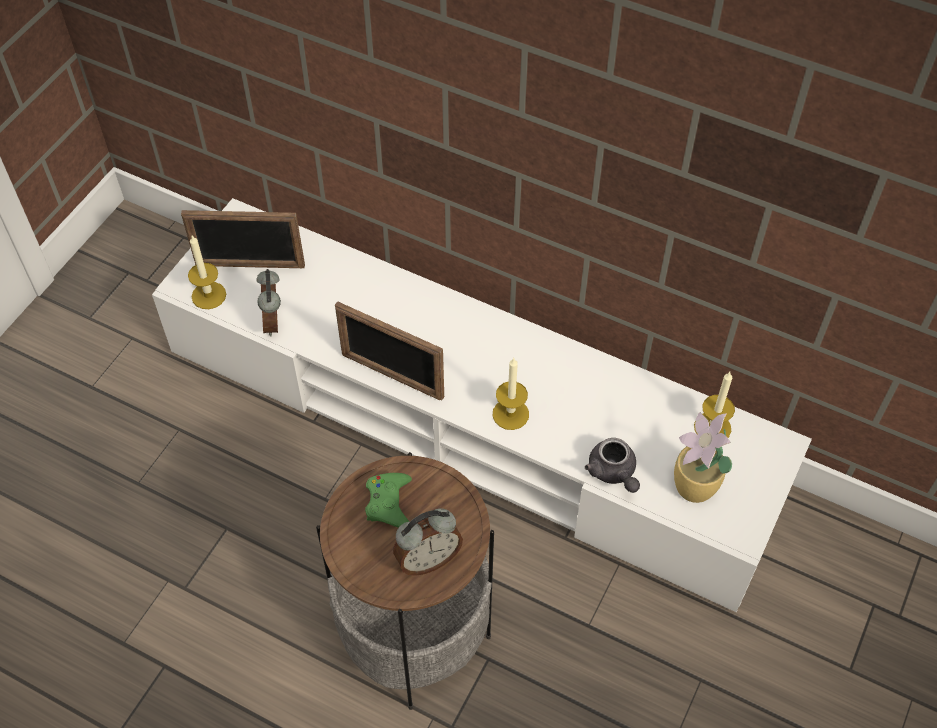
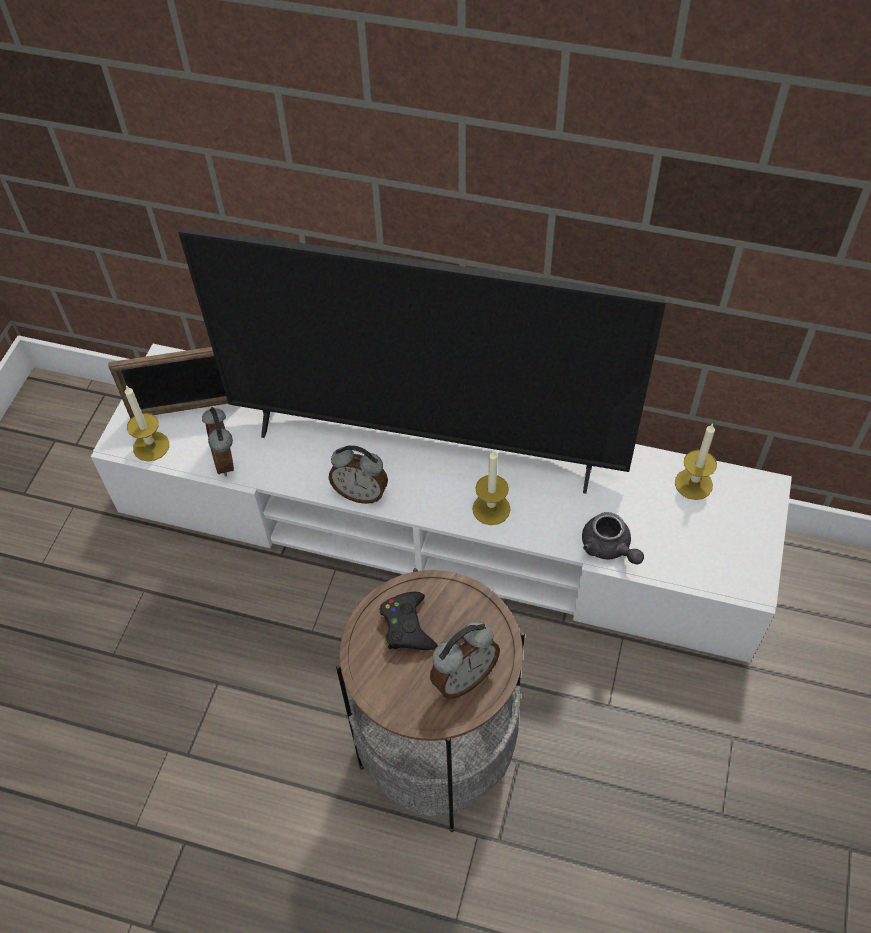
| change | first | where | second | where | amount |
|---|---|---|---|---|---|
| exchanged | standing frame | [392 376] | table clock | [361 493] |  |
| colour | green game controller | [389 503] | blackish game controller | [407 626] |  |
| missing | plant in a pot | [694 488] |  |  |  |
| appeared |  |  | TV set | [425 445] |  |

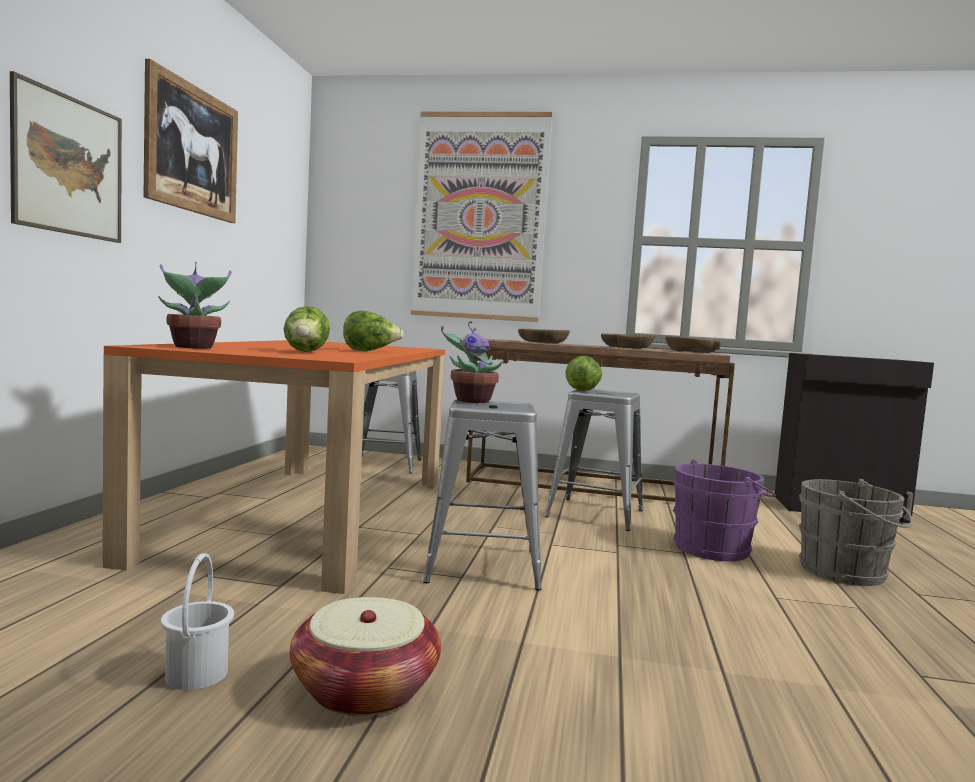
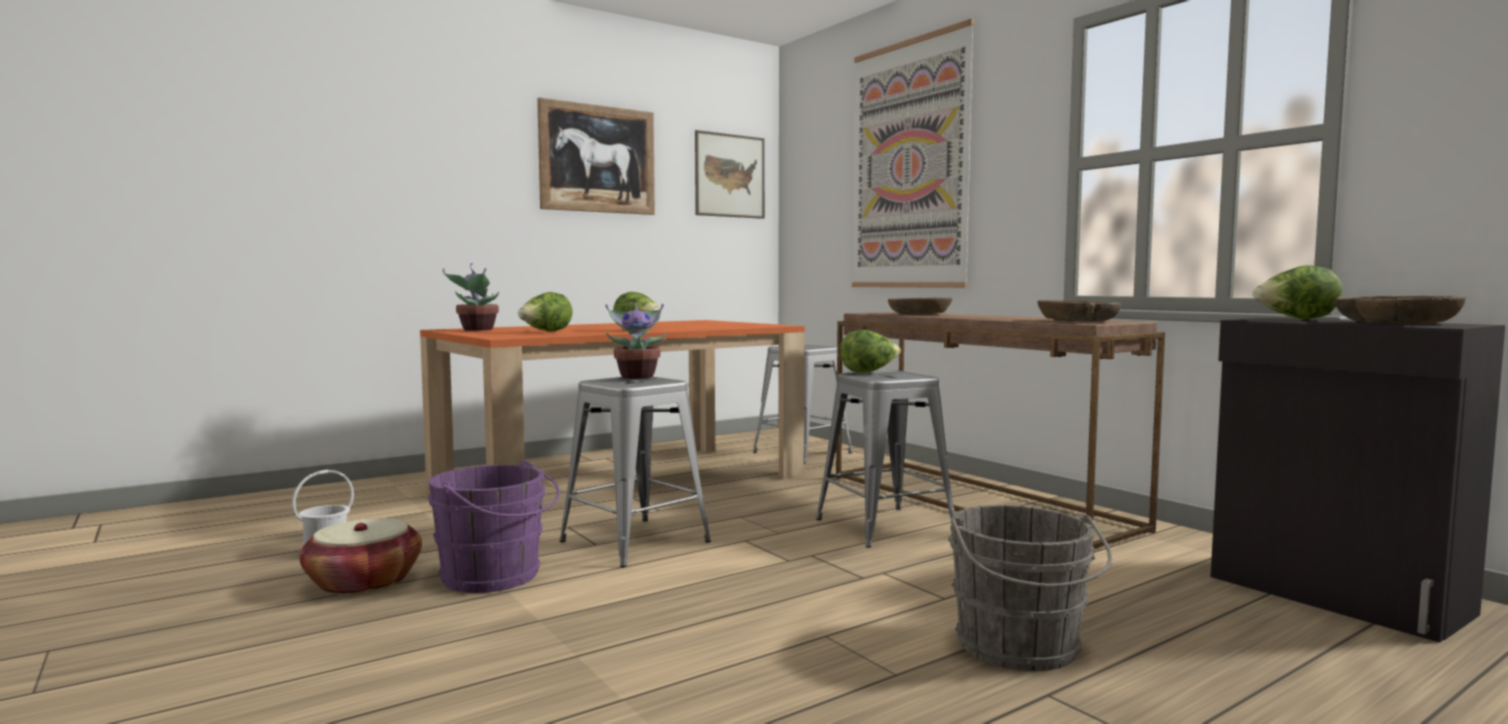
| change | first | where | second | where | amount |
|---|---|---|---|---|---|
| relocated | wall art | [69 166] |  | [730 176] |  |
| relocated | brown-coloured deep dish | [626 348] |  | [1395 323] |  |
| relocated | purplish bucket | [715 548] |  | [495 577] |  |
| appeared |  |  | head of lettuce | [1296 319] |  |

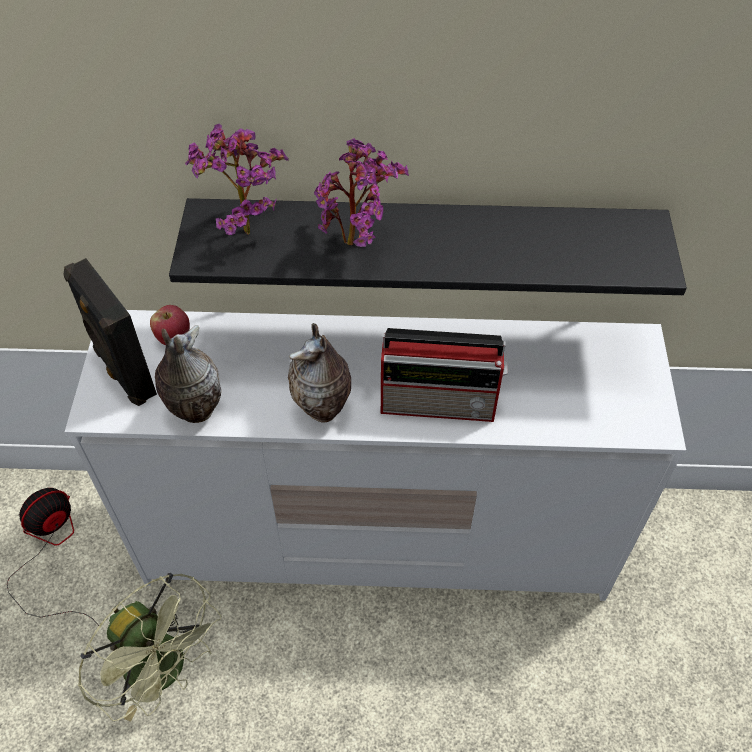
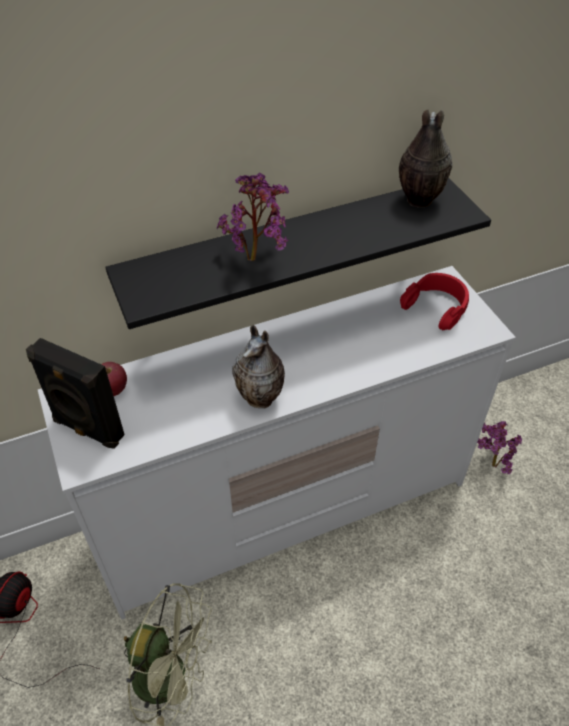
| change | first | where | second | where | amount |
|---|---|---|---|---|---|
| relocated | flower vase | [194 410] |  | [418 201] |  |
| relocated | plant in a pot | [242 227] |  | [489 464] |  |
| missing | radio set | [440 402] |  |  |  |
| appeared |  |  | red-coloured pair of headphones | [436 307] |  |

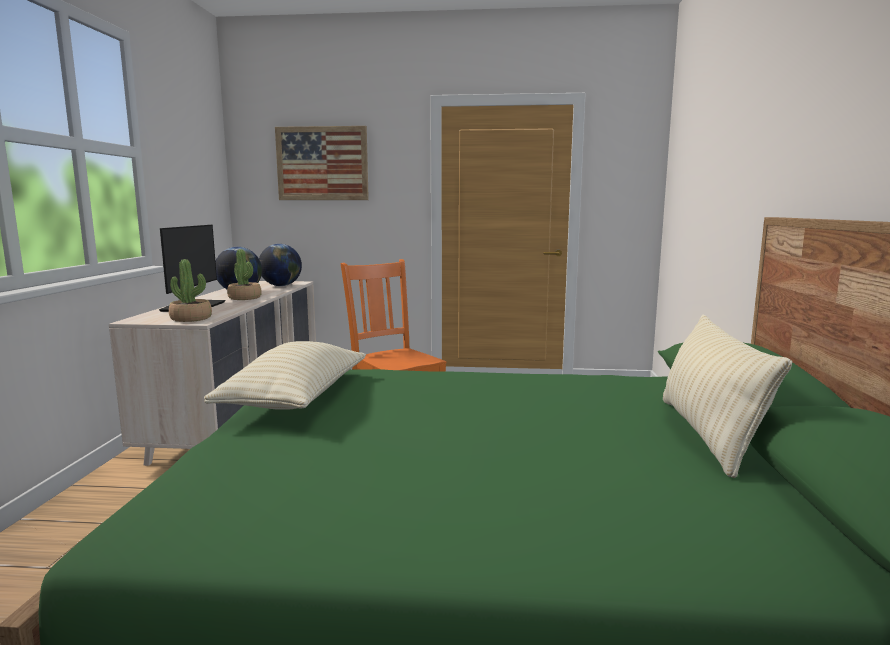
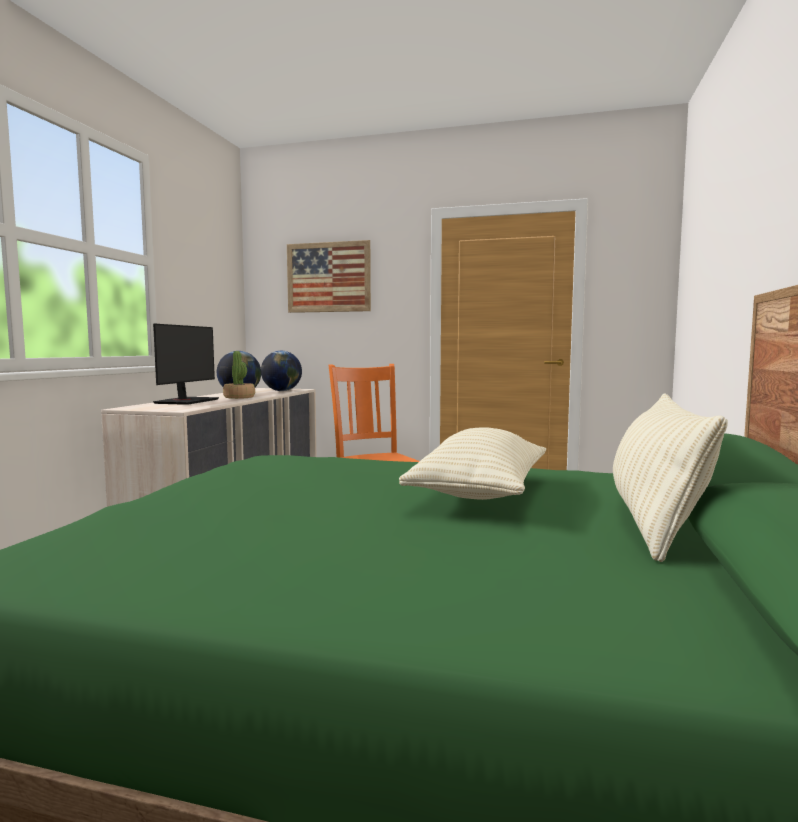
| change | first | where | second | where | amount |
|---|---|---|---|---|---|
| missing | plant in a pot | [191 318] |  |  |  |
| relocated | beige throw pillow | [296 399] |  | [481 492] |  |

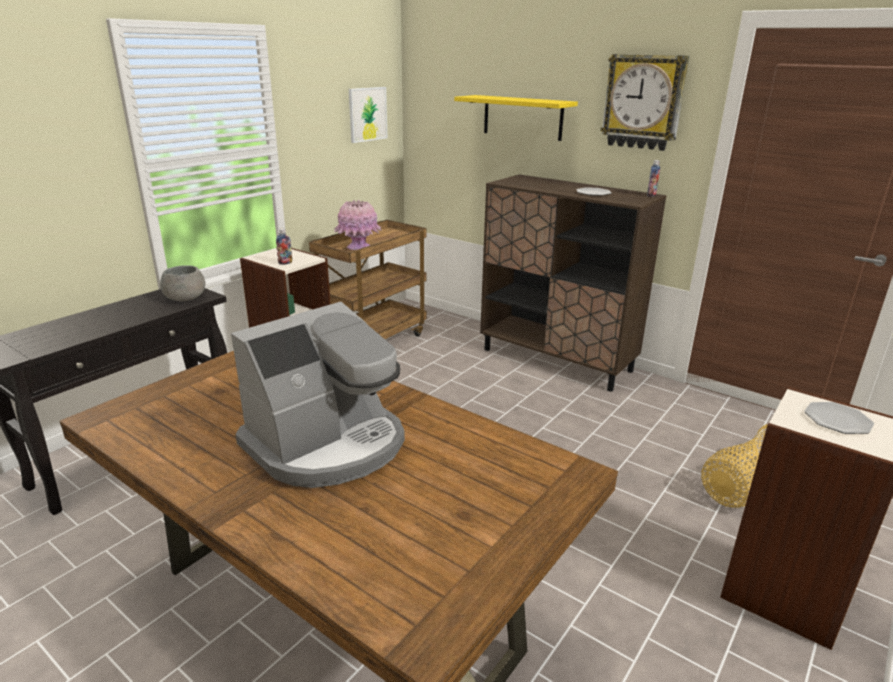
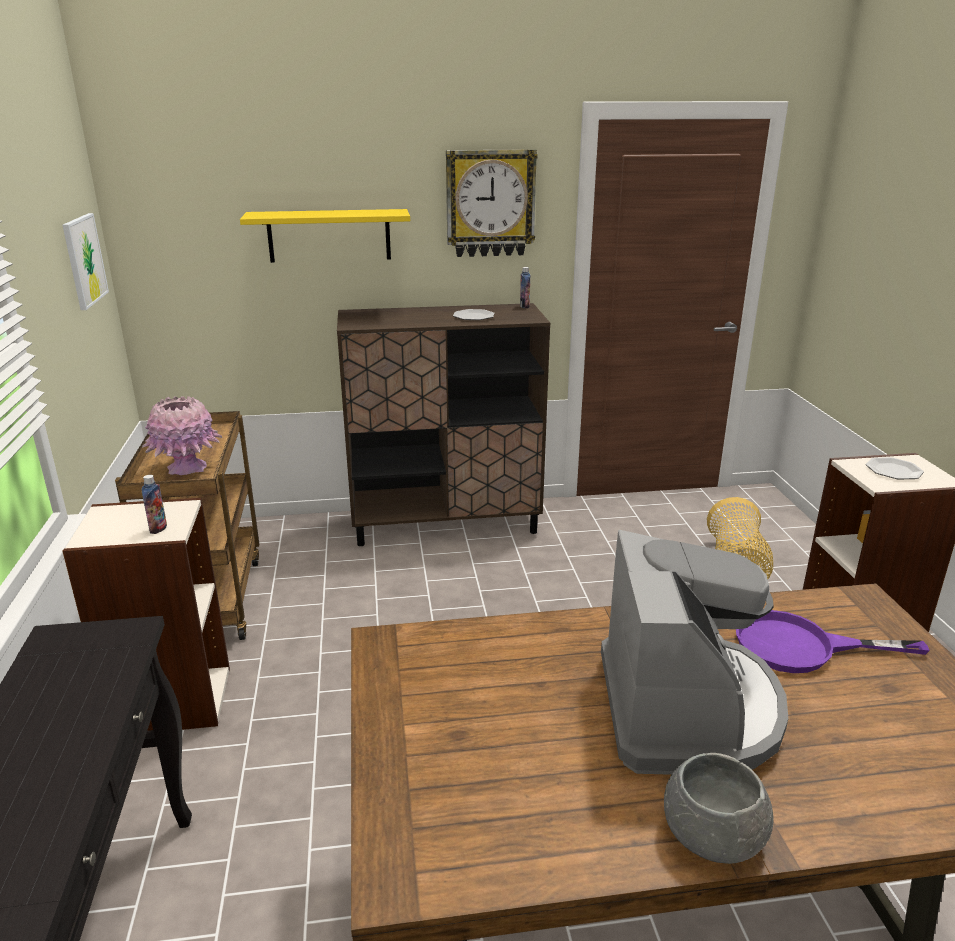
| change | first | where | second | where | amount |
|---|---|---|---|---|---|
| relocated | greyish deep dish | [185 297] |  | [713 835] |  |
| appeared |  |  | purplish skillet | [802 647] |  |

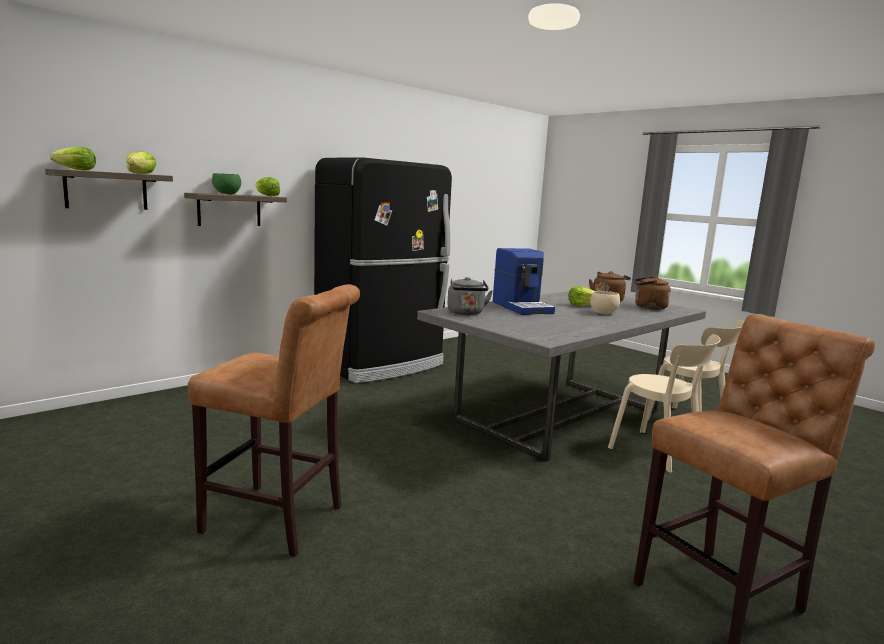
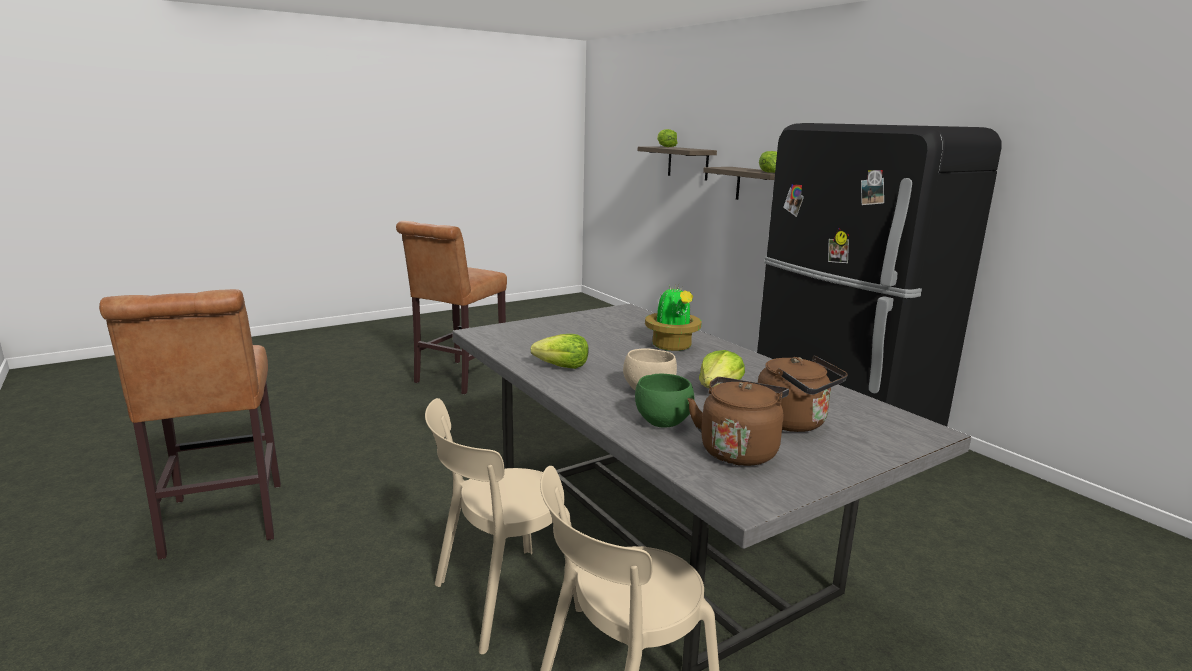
| change | first | where | second | where | amount |
|---|---|---|---|---|---|
| relocated | head of lettuce | [140 173] |  | [562 366] |  |
| relocated | green deep dish | [227 194] |  | [662 422] |  |
| missing | greyish tea kettle | [466 313] |  |  |  |
| exchanged | coffee maker | [522 307] | plant in a pot | [672 346] |  |

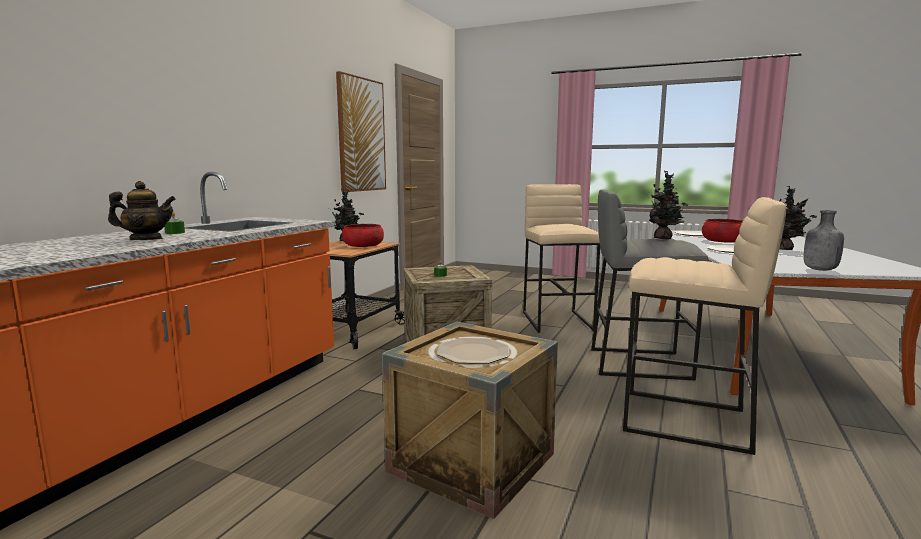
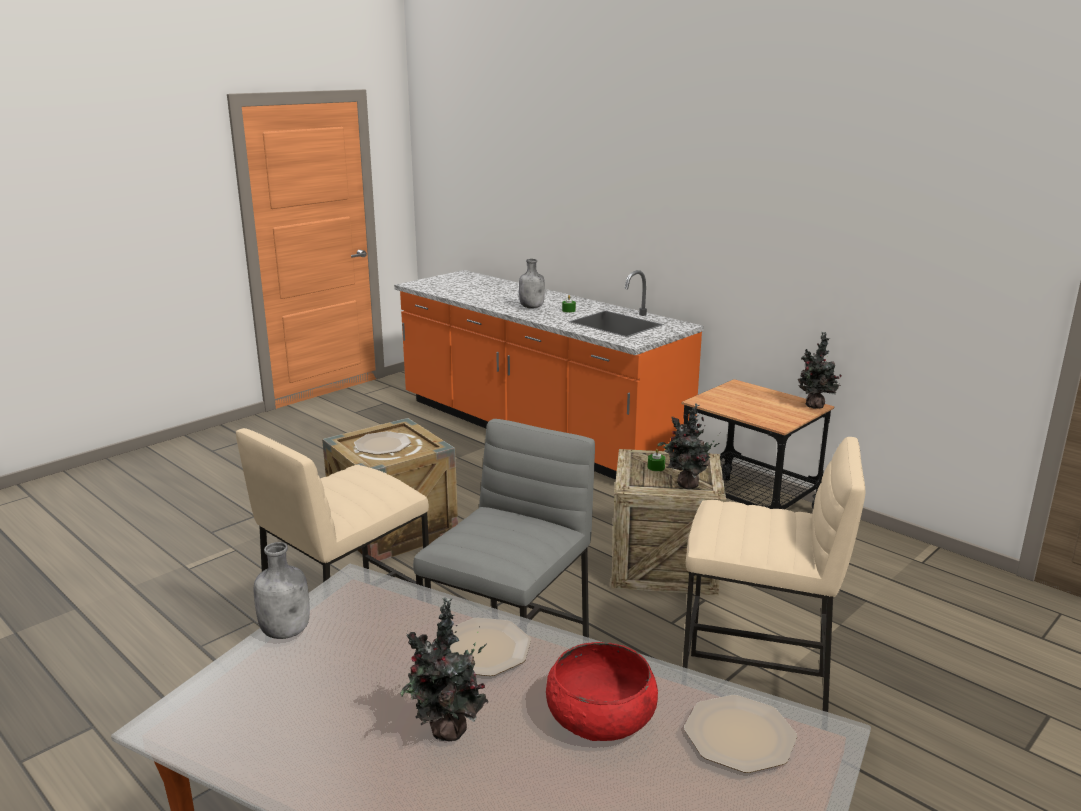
| change | first | where | second | where | amount |
|---|---|---|---|---|---|
| exchanged | teapot | [146 239] | greyish bottle | [532 307] |  |
| missing | wall art | [361 135] |  |  |  |
| missing | red-coloured deep dish | [363 245] |  |  |  |
| relocated | plant in a pot | [664 239] |  | [686 485] |  |

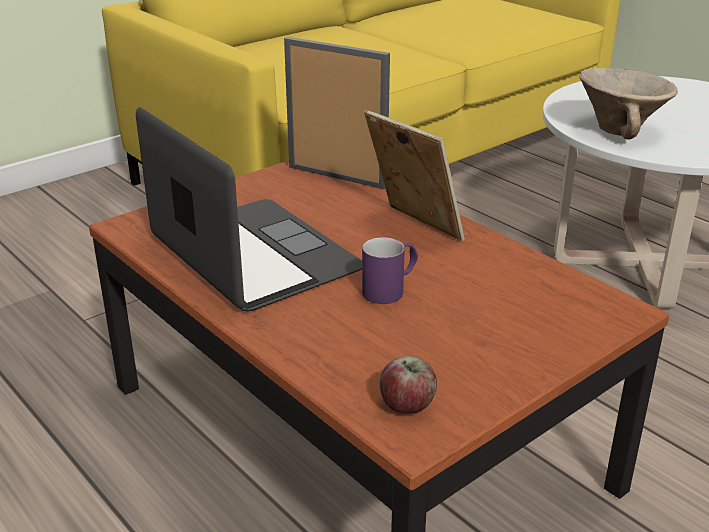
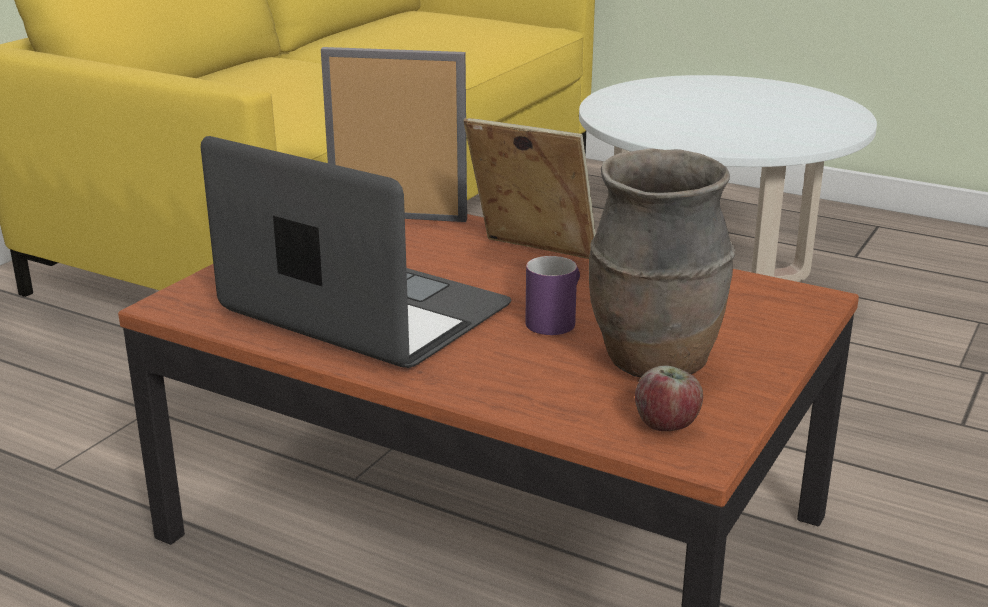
| change | first | where | second | where | amount |
|---|---|---|---|---|---|
| missing | beige deep dish | [621 130] |  |  |  |
| appeared |  |  | brown-coloured flower vase | [654 363] |  |

